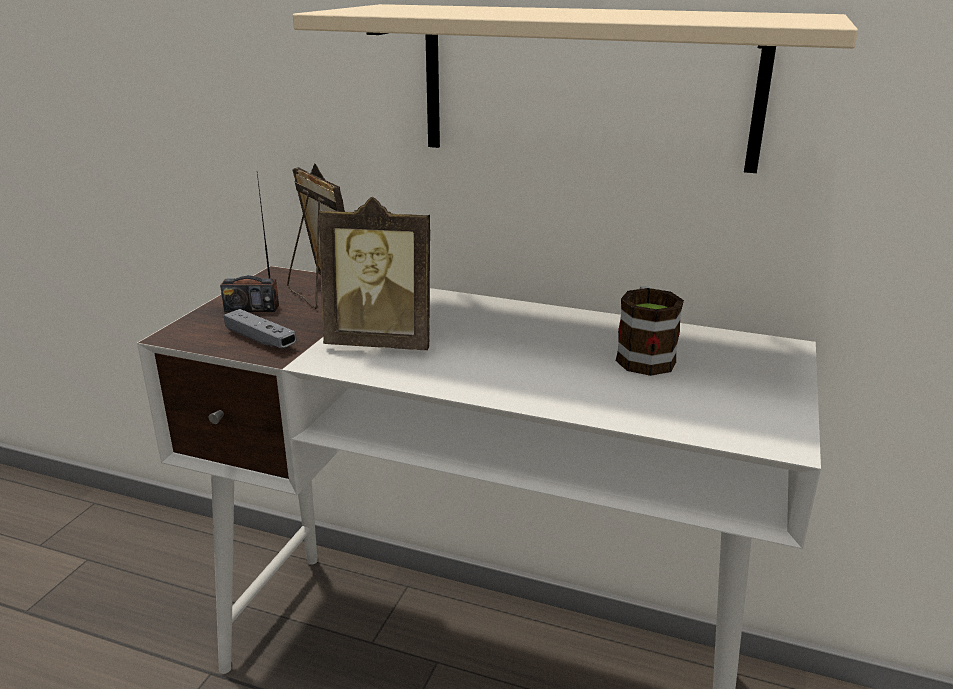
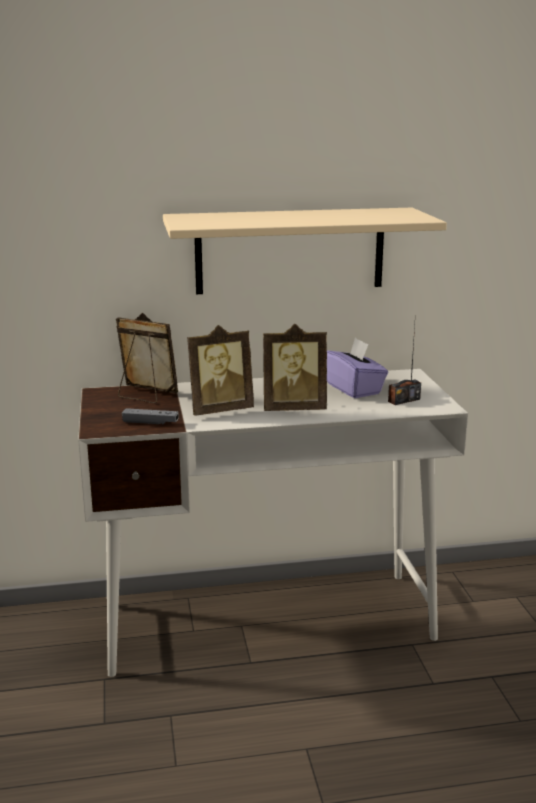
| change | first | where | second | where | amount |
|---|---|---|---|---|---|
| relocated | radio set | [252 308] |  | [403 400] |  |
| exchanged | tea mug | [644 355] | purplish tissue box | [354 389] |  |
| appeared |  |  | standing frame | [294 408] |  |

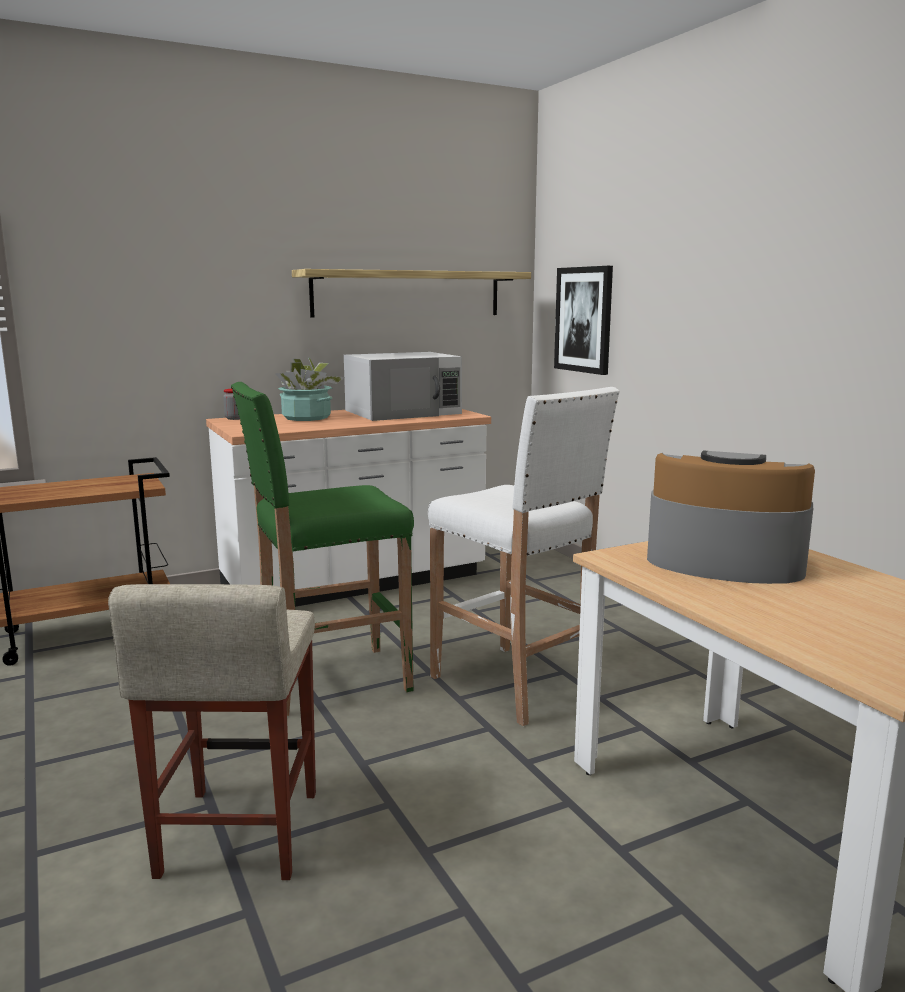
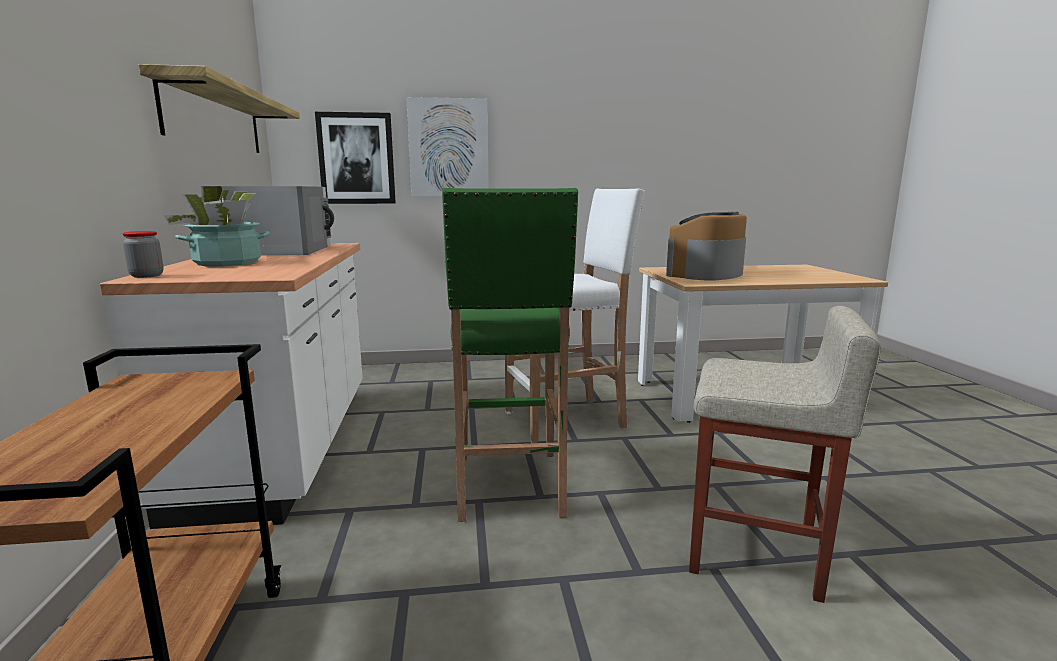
| change | first | where | second | where | amount |
|---|---|---|---|---|---|
| appeared |  |  | wall art | [448 148] |  |

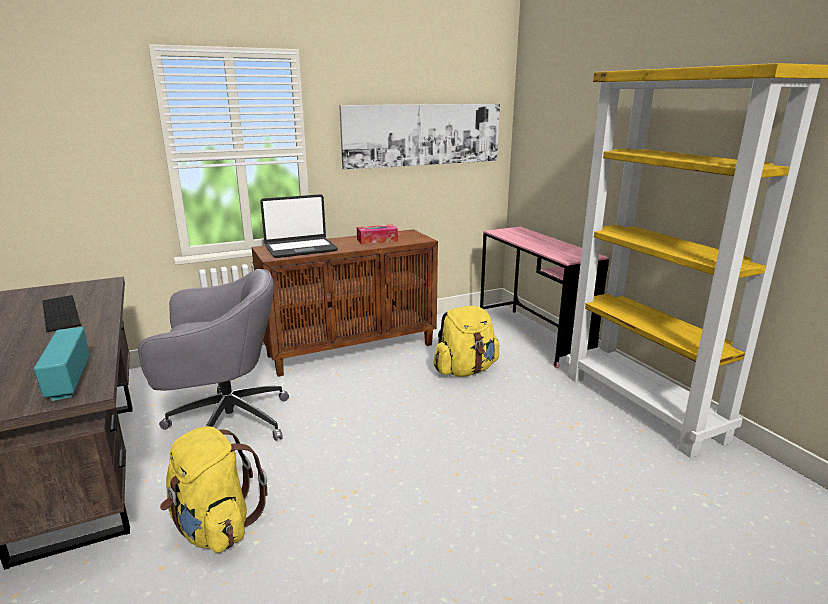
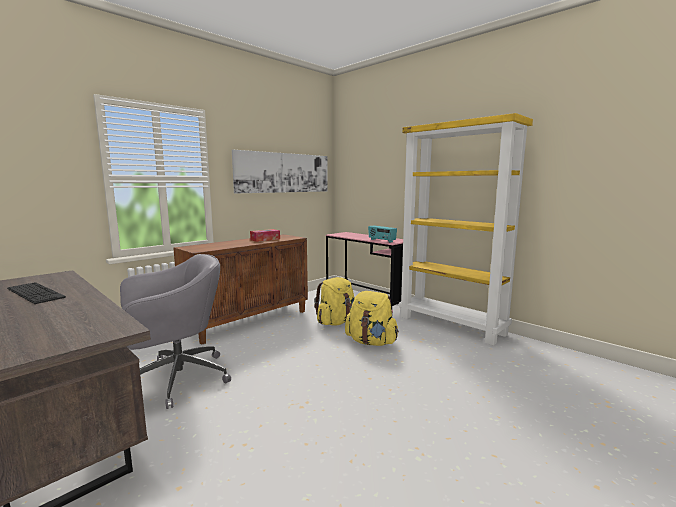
| change | first | where | second | where | amount |
|---|---|---|---|---|---|
| relocated | radio set | [68 381] |  | [381 240] |  |
| relocated | yellowish backpack | [215 527] |  | [371 342] |  |
| missing | notebook computer | [300 249] |  |  |  |

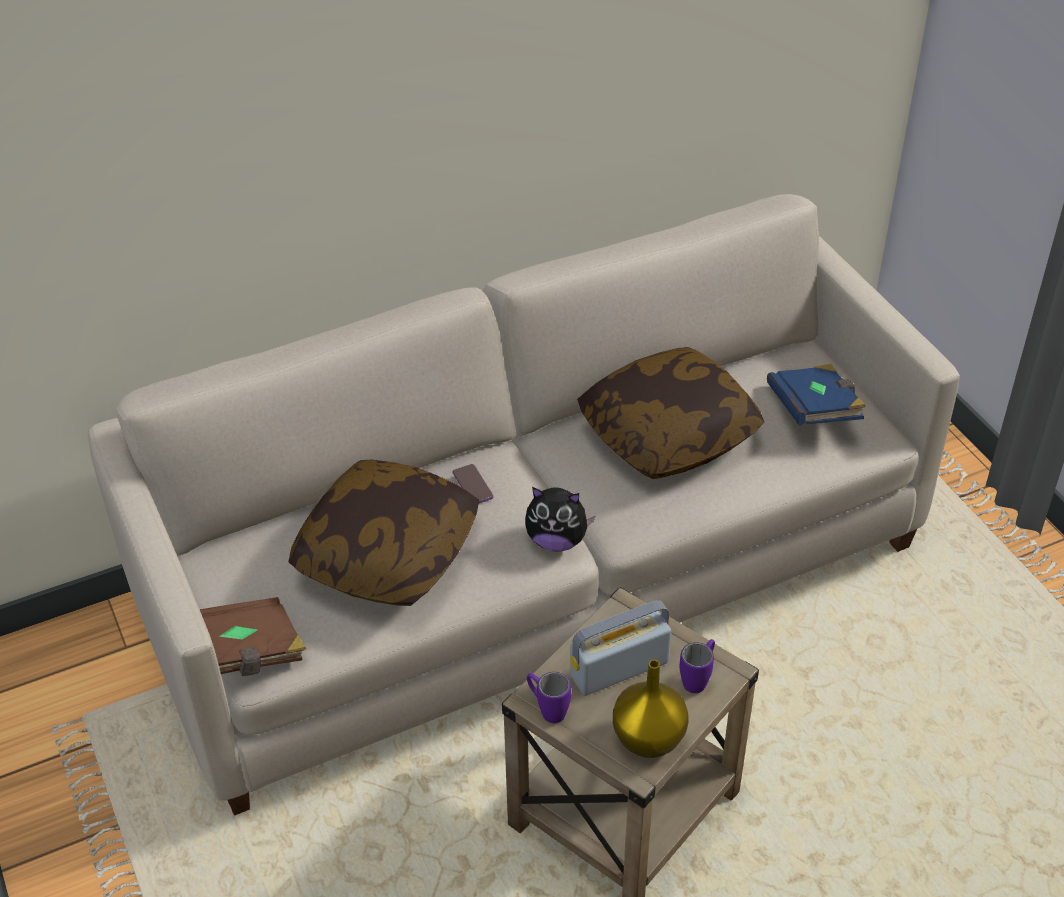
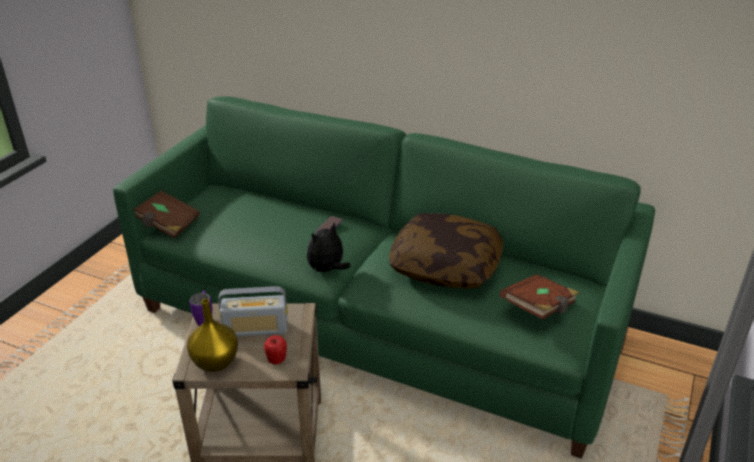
| change | first | where | second | where | amount |
|---|---|---|---|---|---|
| colour | beige couch | [535 575] | green couch | [378 322] |  |
| missing | throw pillow | [387 554] |  |  |  |
| spun | cuddly toy | [557 540] |  | [327 270] | 75 degrees clockwise |
| spun | radio set | [619 669] |  | [256 329] | 150 degrees clockwise |
| exchanged | purplish tea mug | [698 678] | apple fruit | [277 360] |  |
| colour | bluish bound book | [814 411] | brown-coloured bound book | [539 308] |  |

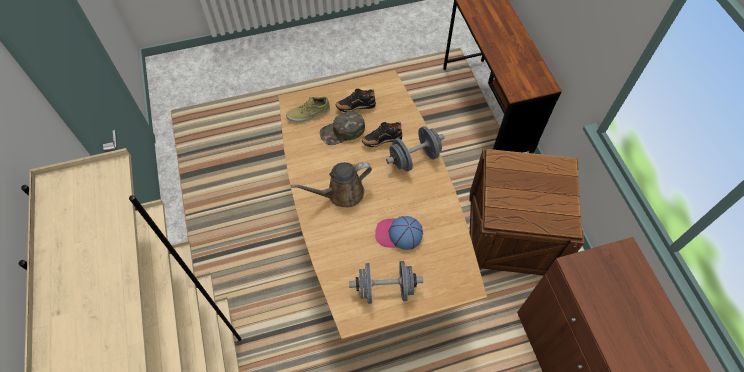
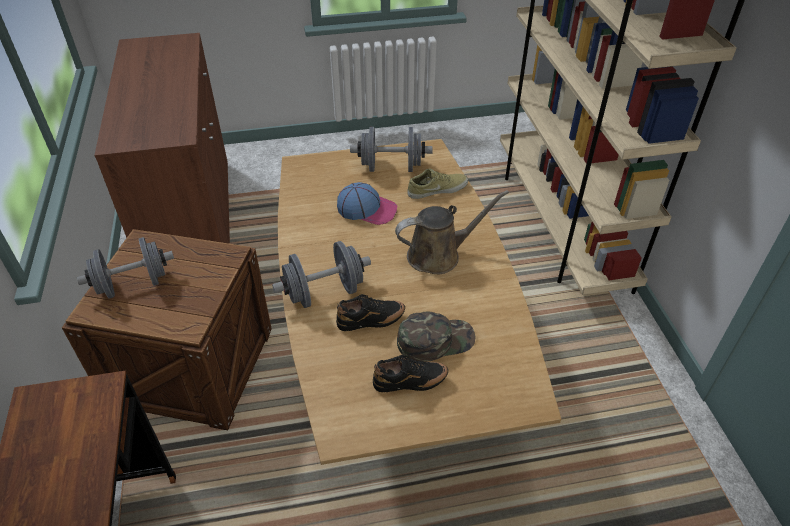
| change | first | where | second | where | amount |
|---|---|---|---|---|---|
| relocated | beige shoe | [308 113] |  | [437 189] |  |
| appeared |  |  | greyish hand weight | [133 284] |  |

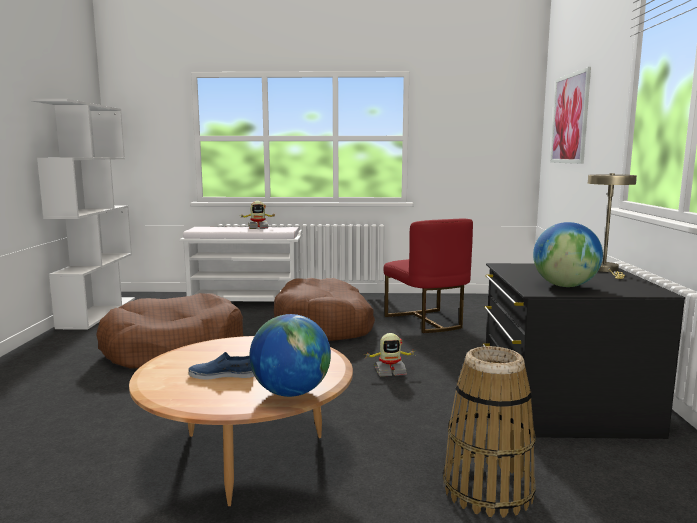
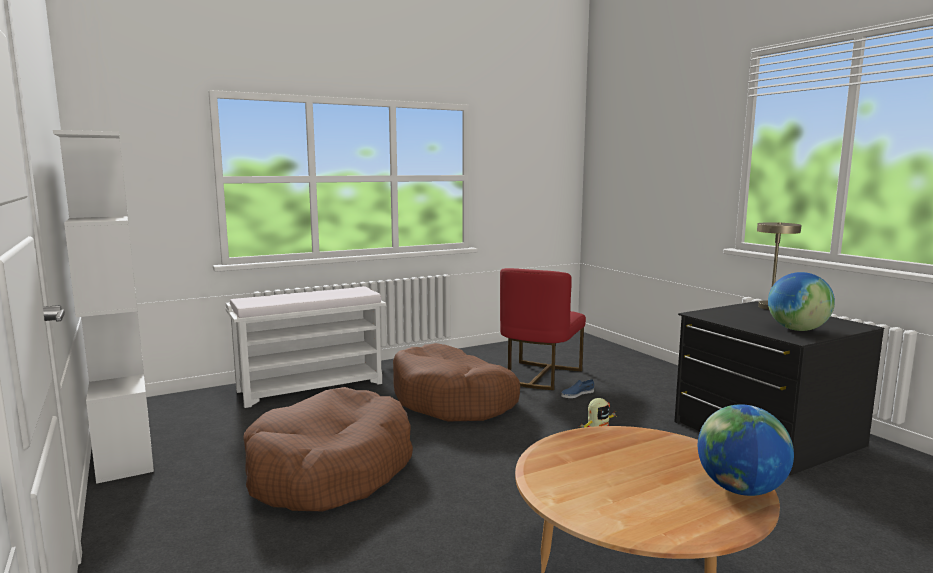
| change | first | where | second | where | amount |
|---|---|---|---|---|---|
| relocated | bluish shoe | [223 375] |  | [577 394] |  |
| missing | robot figure | [258 228] |  |  |  |
| spun | red-coloured upright chair | [426 321] |  | [540 376] | 75 degrees clockwise |
| missing | household basket | [488 490] |  |  |  |
| missing | wall art | [570 118] |  |  |  |

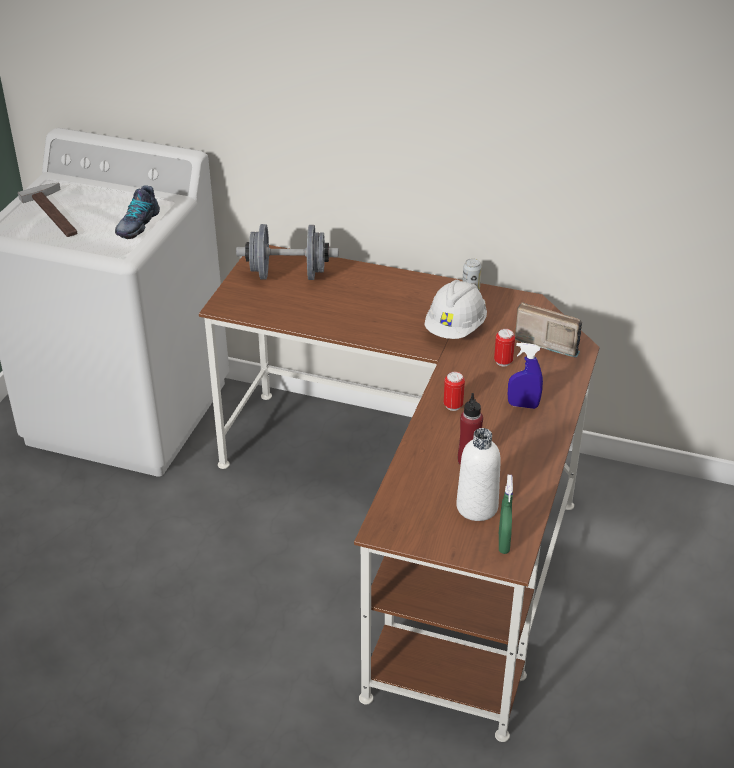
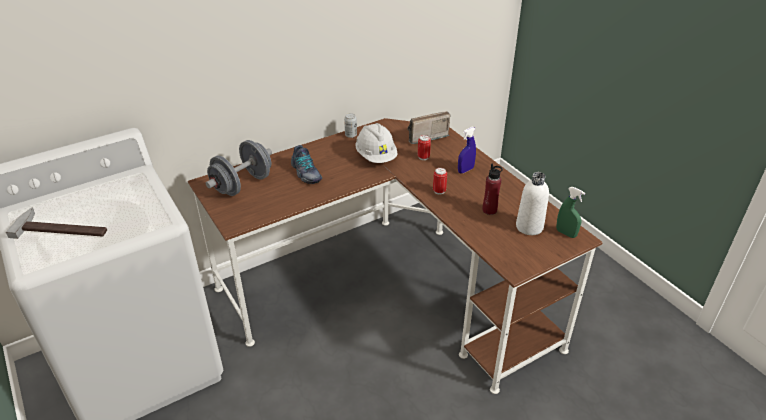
| change | first | where | second | where | amount |
|---|---|---|---|---|---|
| relocated | shoe | [137 224] |  | [305 173] |  |

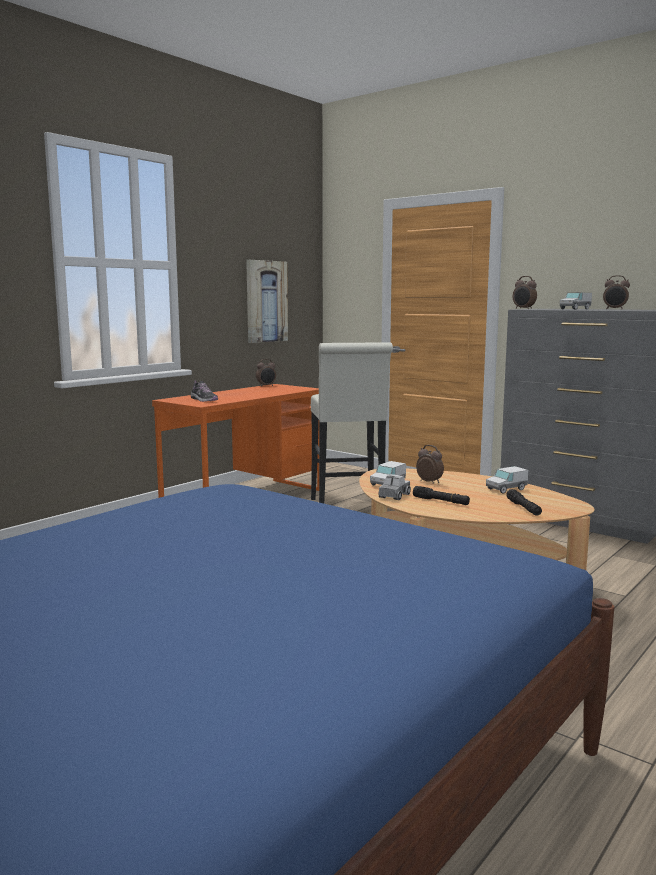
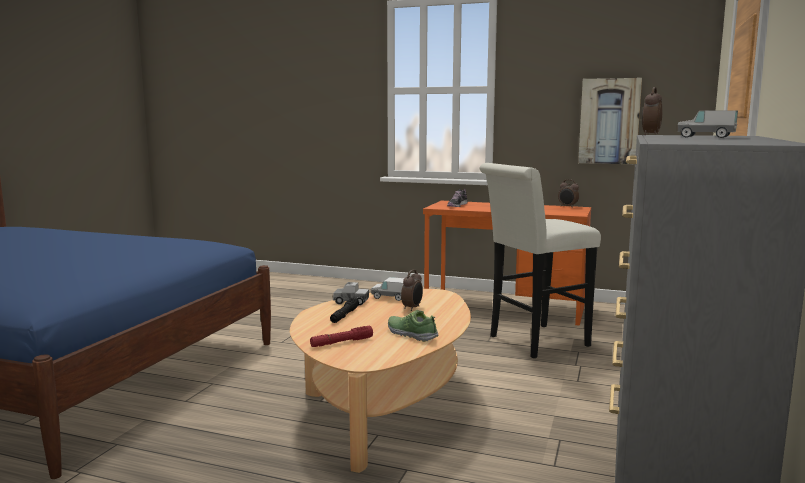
| change | first | where | second | where | amount |
|---|---|---|---|---|---|
| exchanged | model truck | [506 489] | shoe | [411 334] |  |
| colour | blackish torch | [523 508] | red-coloured torch | [341 342] |  |
| missing | table clock | [614 309] |  |  |  |

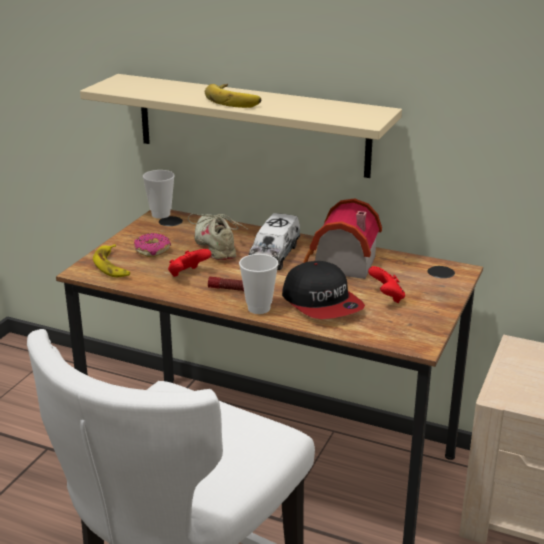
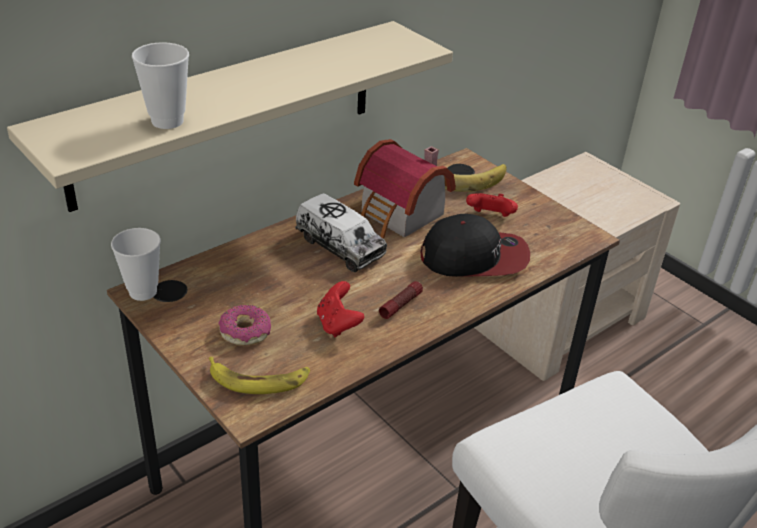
| change | first | where | second | where | amount |
|---|---|---|---|---|---|
| missing | beige shoe | [216 245] |  |  |  |
| relocated | banana | [235 100] |  | [468 178] |  |
| relocated | small cup | [259 308] |  | [167 121] |  |

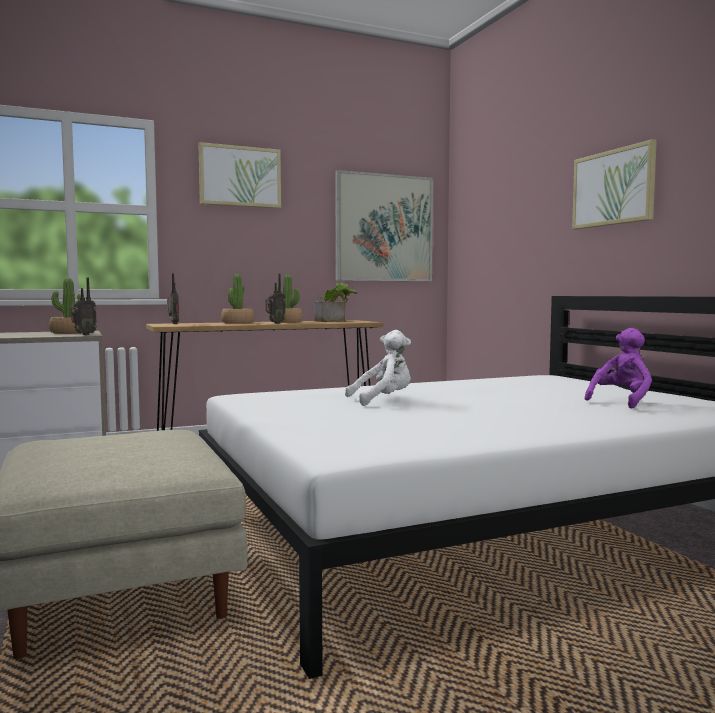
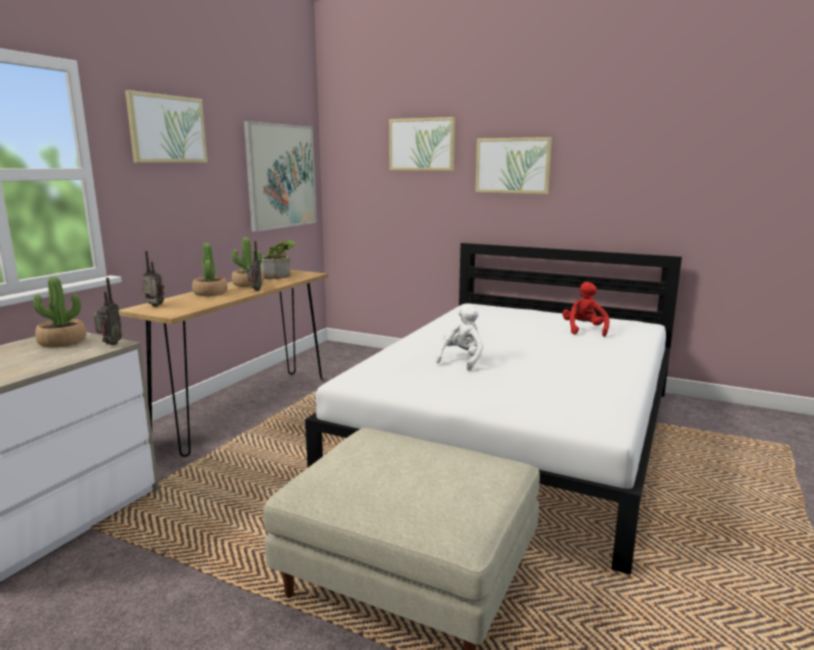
| change | first | where | second | where | amount |
|---|---|---|---|---|---|
| colour | purplish cuddly toy | [621 401] | red-coloured cuddly toy | [584 330] |  |
| appeared |  |  | wall art | [422 144] |  |

